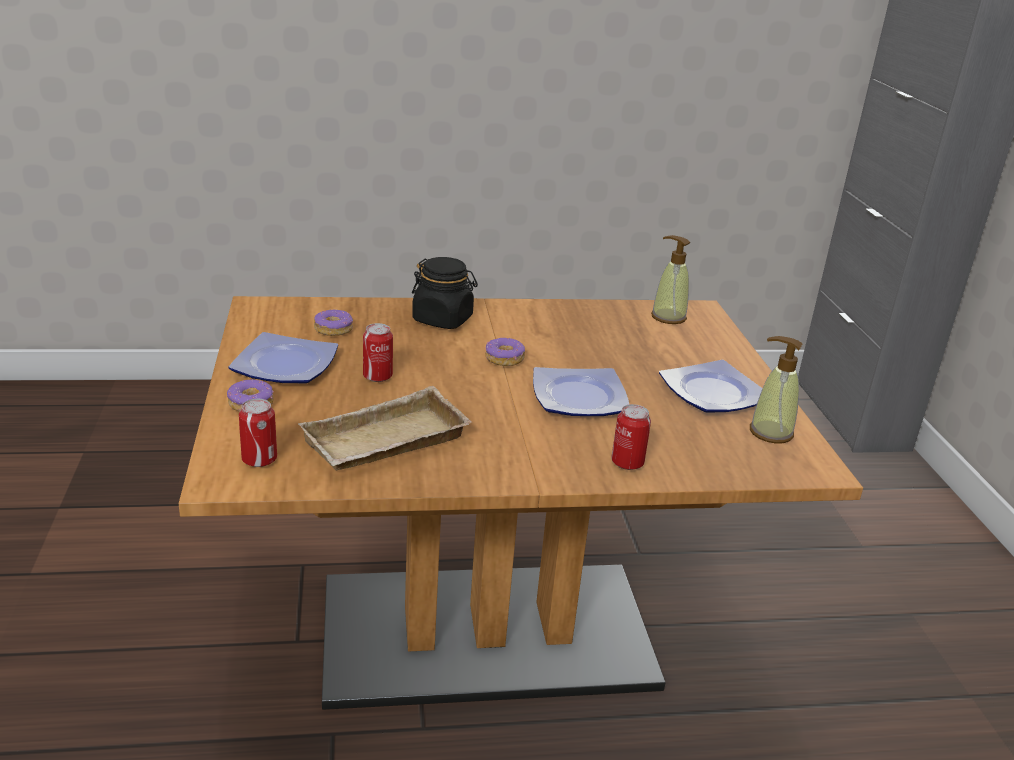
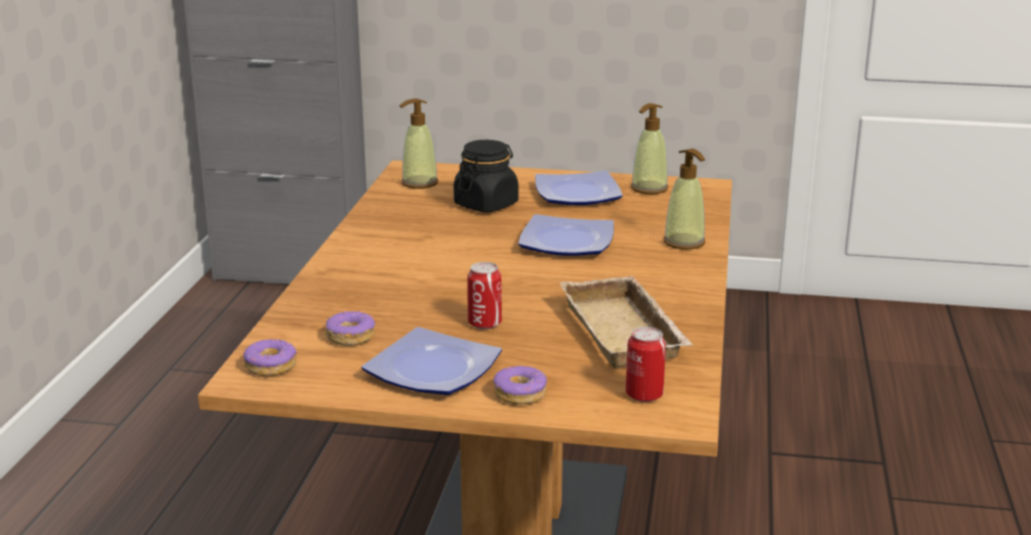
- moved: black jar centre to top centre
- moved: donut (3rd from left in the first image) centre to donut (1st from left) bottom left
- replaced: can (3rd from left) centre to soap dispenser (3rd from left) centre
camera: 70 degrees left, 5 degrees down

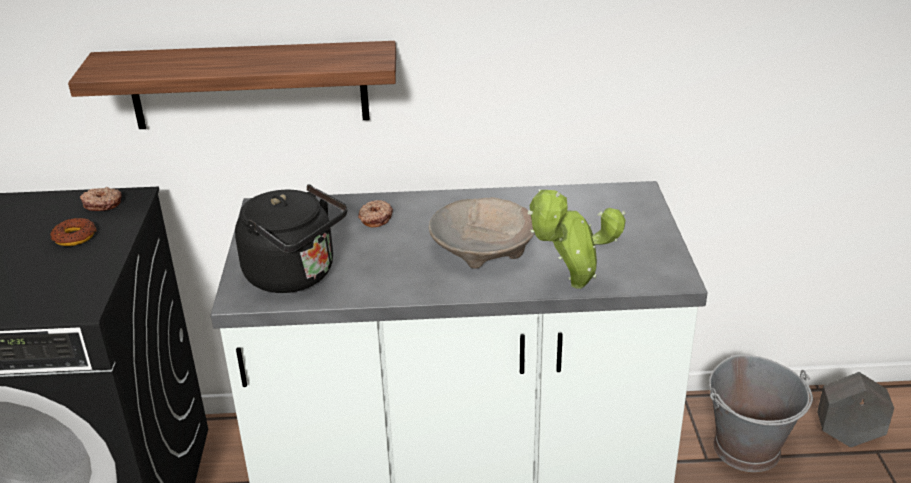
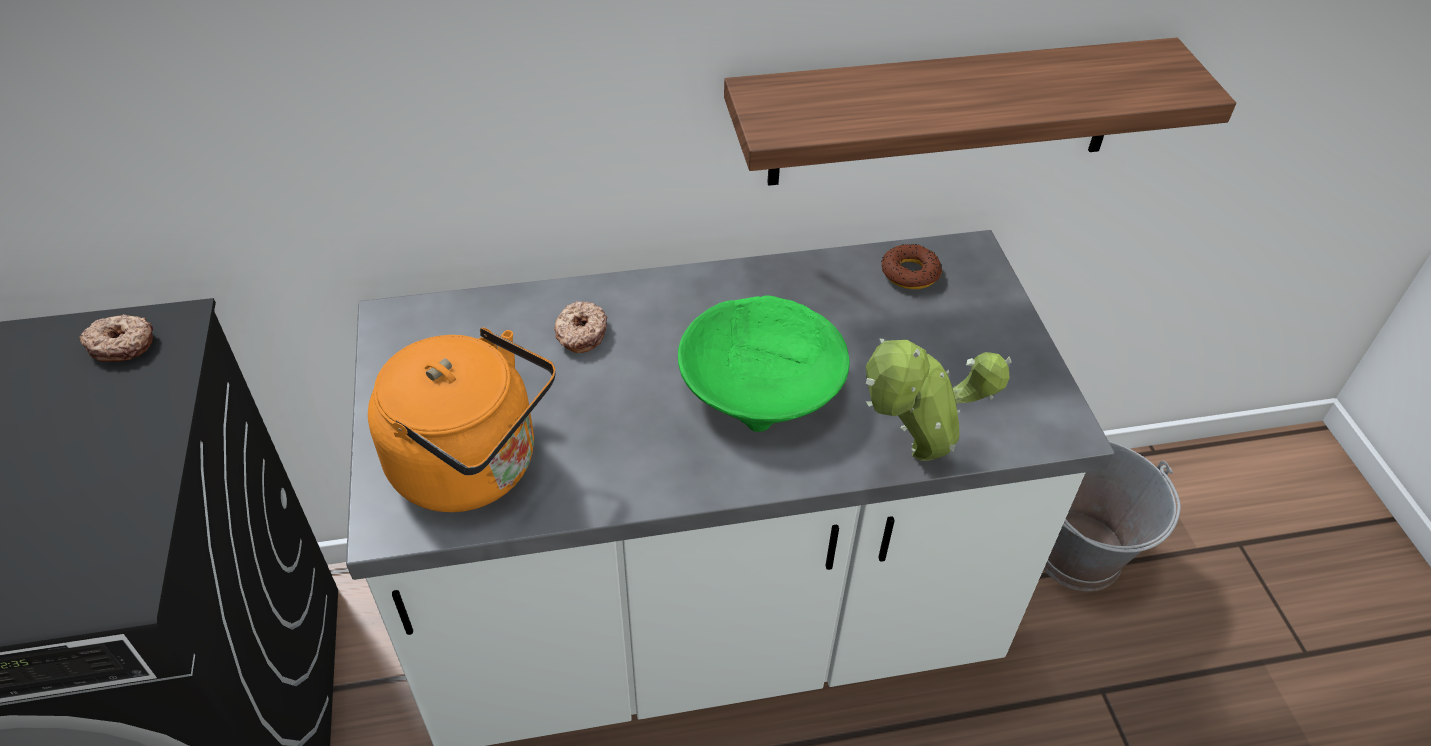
- moved: shelf top left to top right
- recoloured: black kettle middle left to orange kettle middle left
- recoloured: beige bowl centre to green bowl centre
- moved: donut (1st from left in the first image) middle left to donut (3rd from left) centre
- removed: grey planter bottom right
camera: 10 degrees left, 15 degrees up

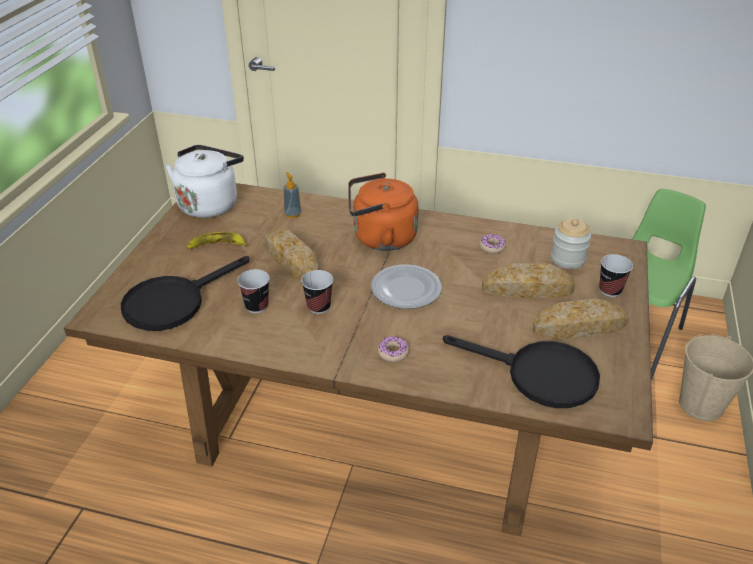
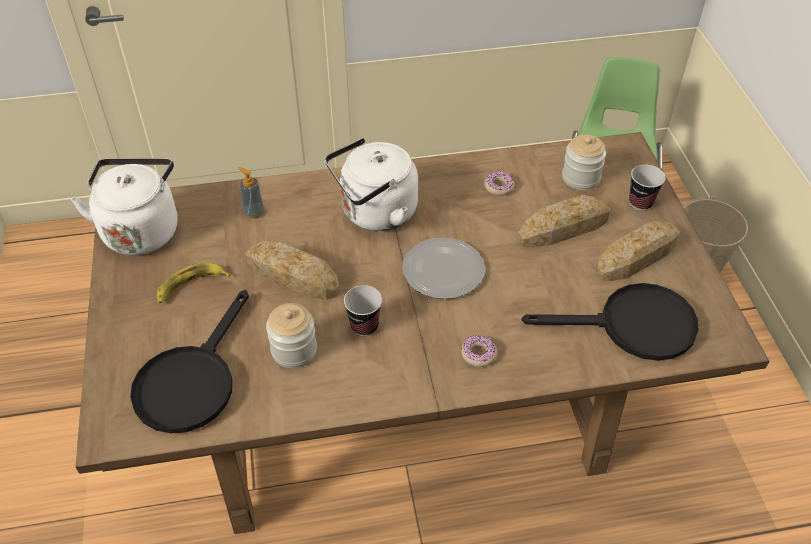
- recoloured: orange kettle centre to white kettle (2nd from left) centre
- replaced: cup (1st from left) centre to jar (1st from left) centre
camera: 25 degrees left, 10 degrees up

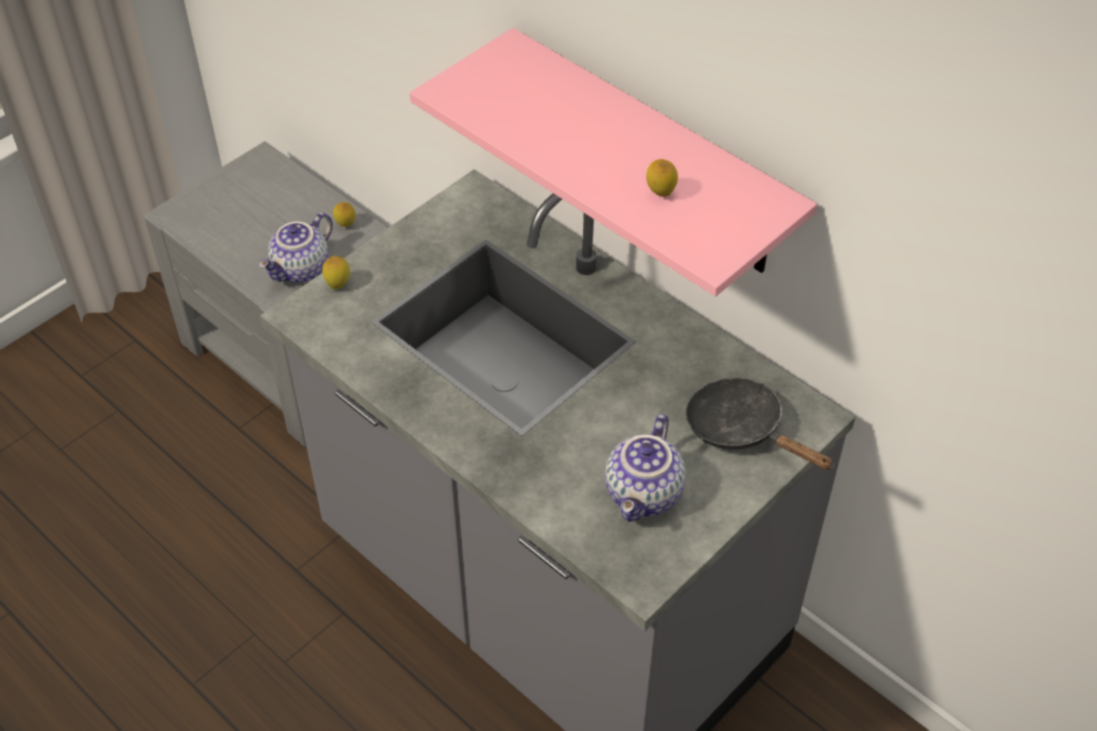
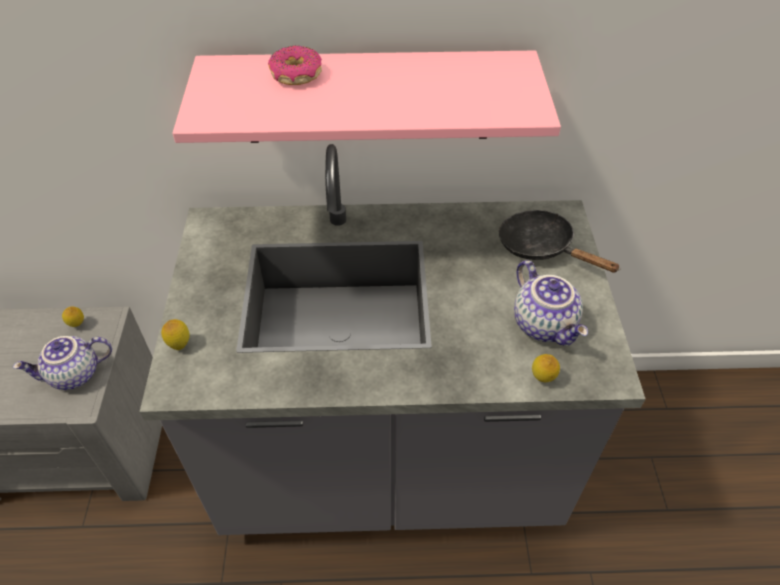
- moved: lemon (3rd from left) top centre to middle right
- turned: teapot (1st from left) middle left = middle left 75 degrees clockwise
- turned: black frying pan middle right = middle right 45 degrees clockwise
- added: donut top centre
camera: 45 degrees left, 0 degrees up

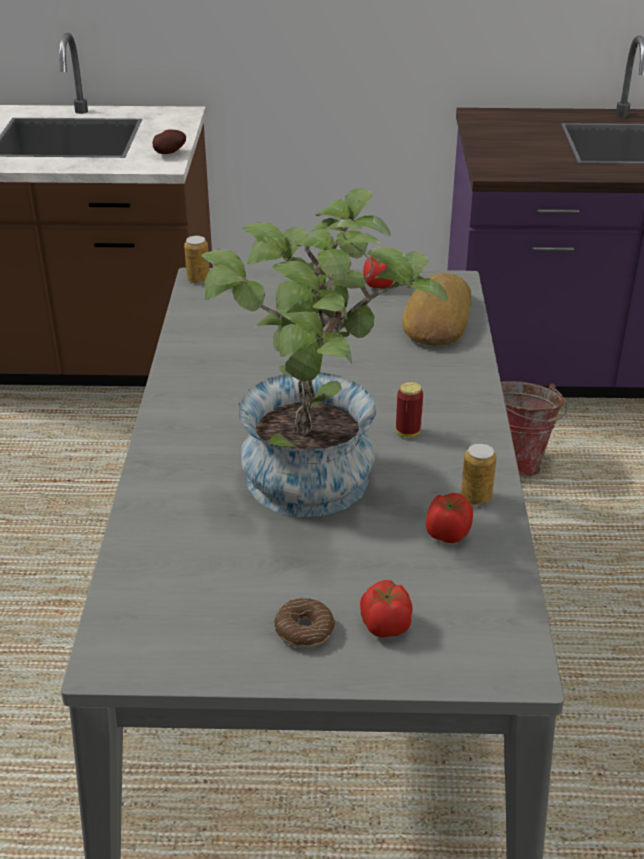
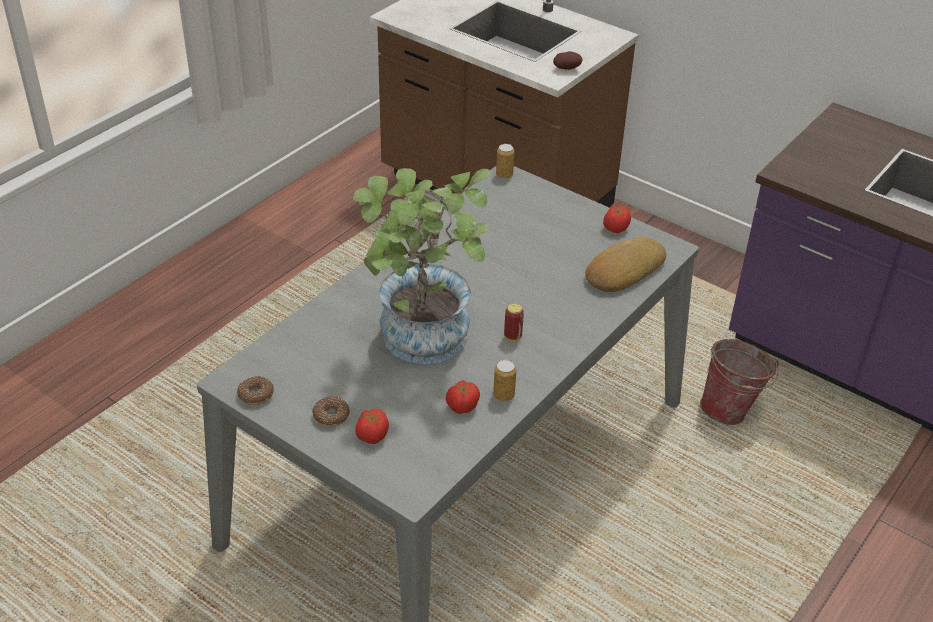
- added: donut (1st from left) middle left
camera: 35 degrees right, 5 degrees up

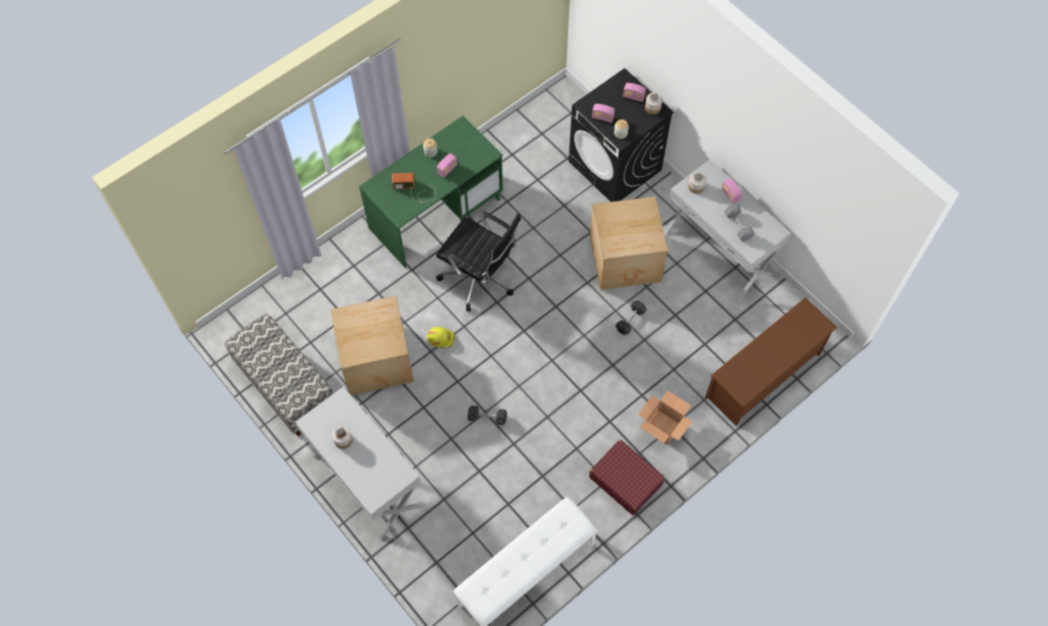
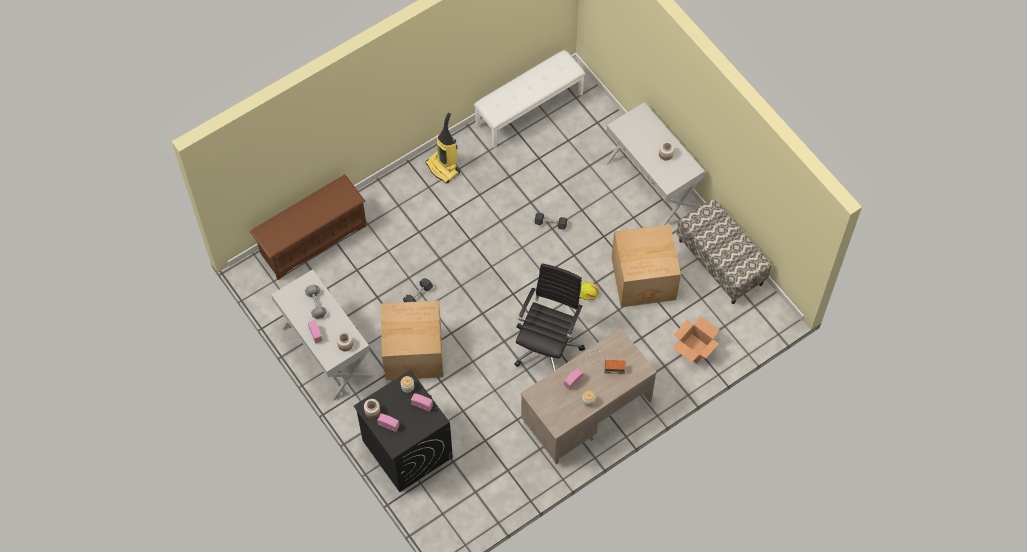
- recoloured: green desk top centre to beige desk bottom centre
- turned: black office chair centre = centre 75 degrees clockwise
- moved: cardboard box (3rd from left) centre to middle right
- replaced: red suitcase bottom centre to vacuum cleaner top centre
camera: 175 degrees left, 0 degrees up

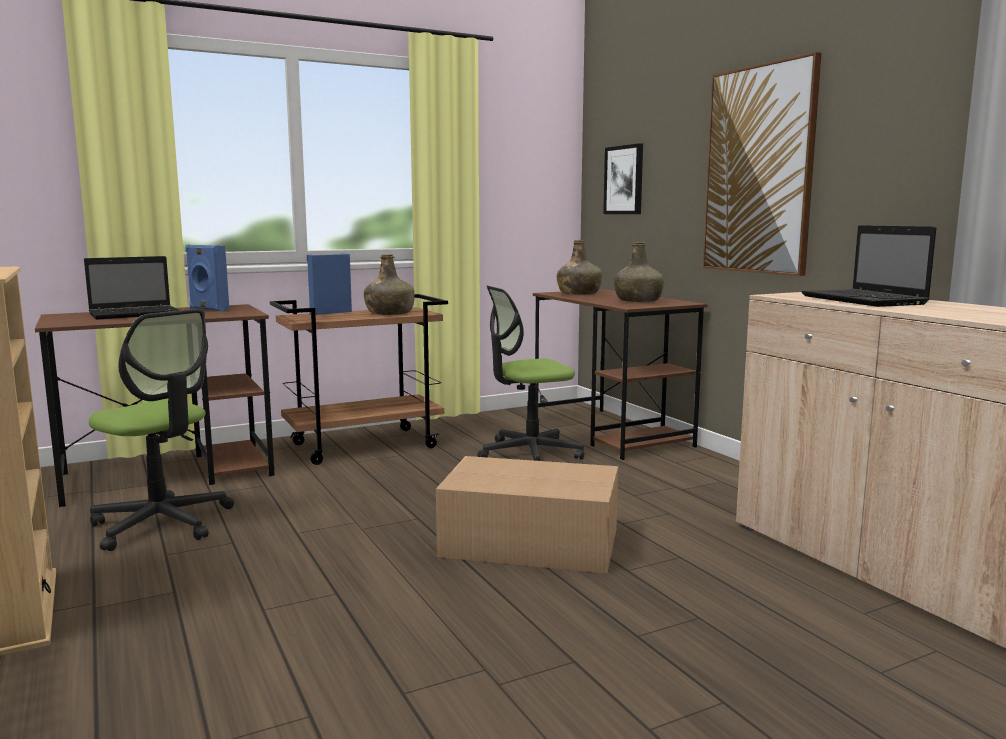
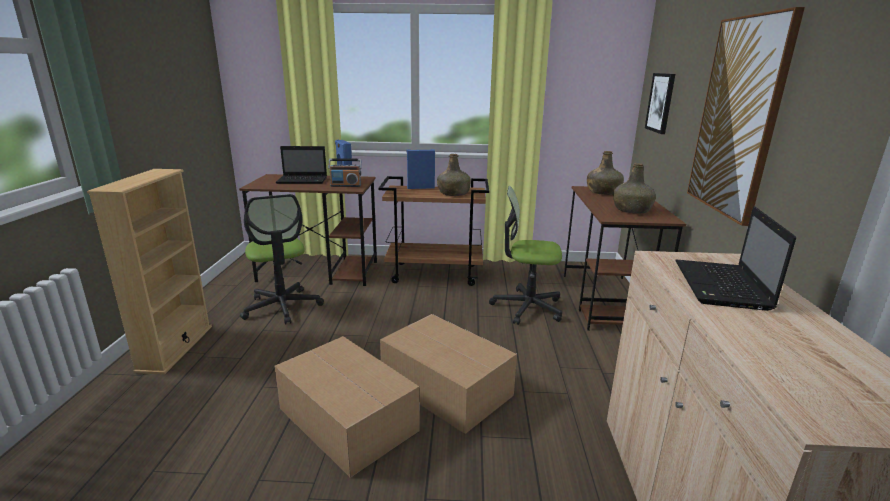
- added: radio centre
- added: cardboard box (1st from left) bottom centre
camera: 30 degrees right, 10 degrees up

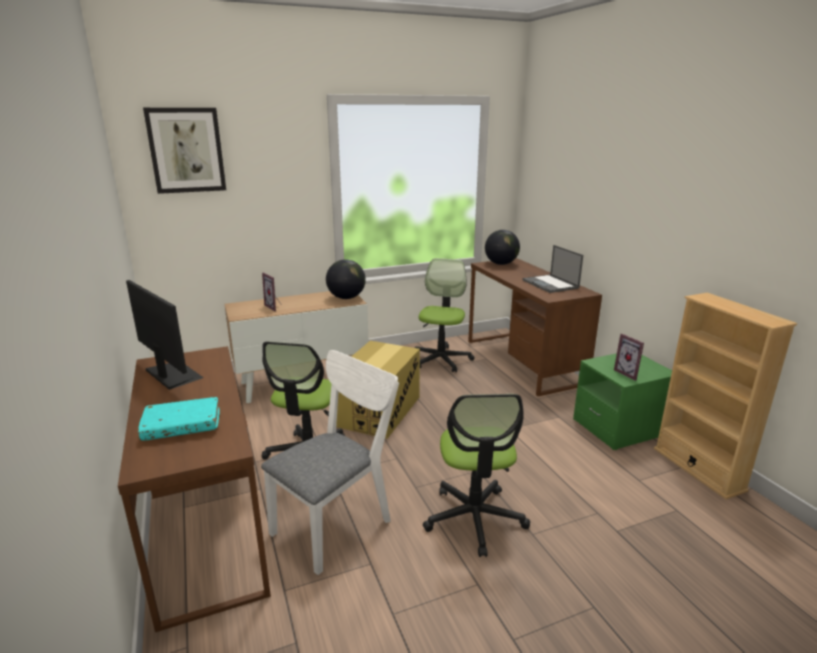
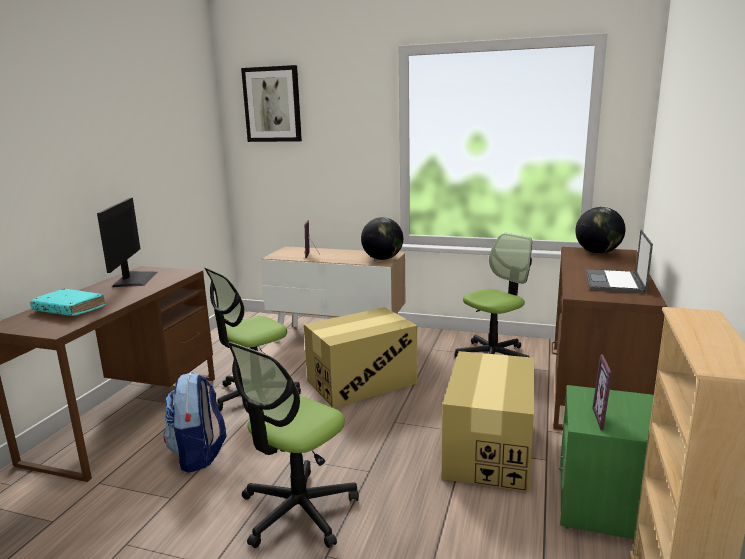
- replaced: white chair bottom centre to backpack bottom left
- added: cardboard box (2nd from left) bottom centre
camera: 40 degrees right, 5 degrees down

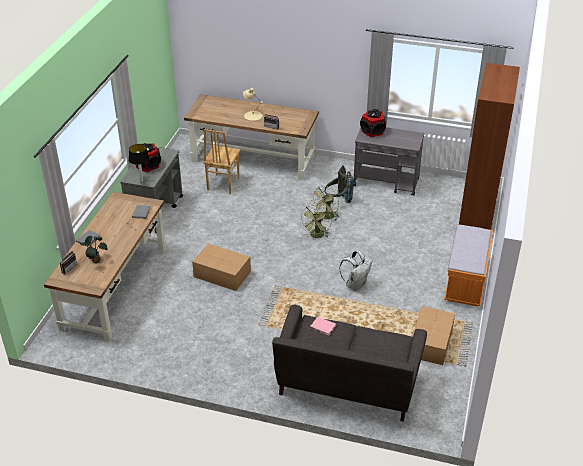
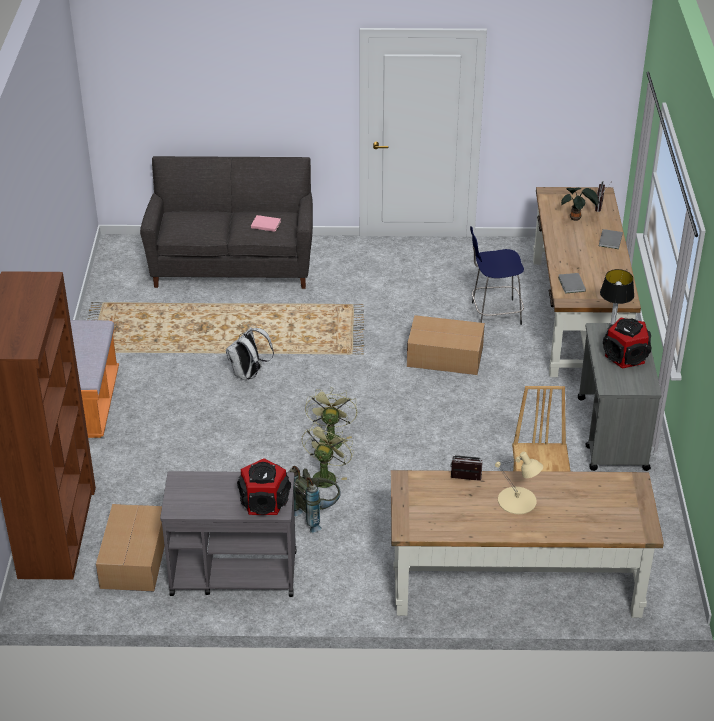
- moved: cardboard box (2nd from left in the first image) bottom right to cardboard box (1st from left) bottom left
- added: blue stool middle right
camera: 165 degrees right, 0 degrees up

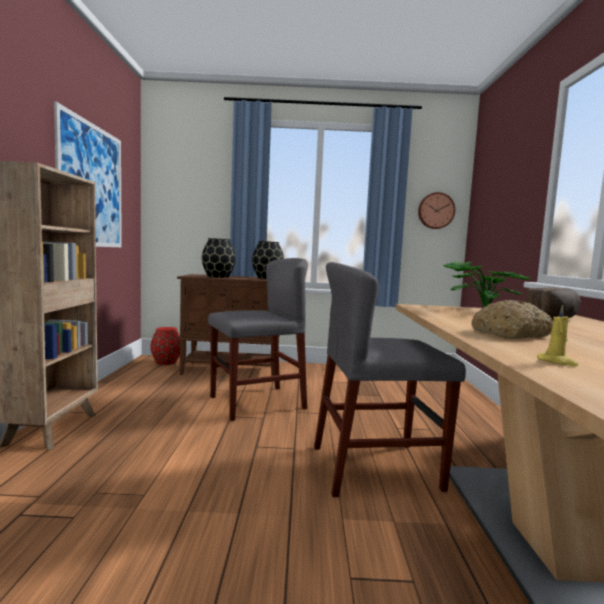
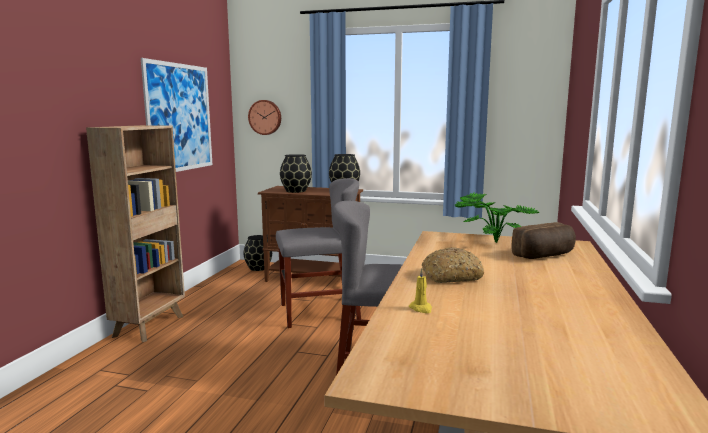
- moved: wall clock middle right to top centre
- recoloured: red vase middle left to black vase (1st from left) centre
camera: 15 degrees right, 5 degrees up

